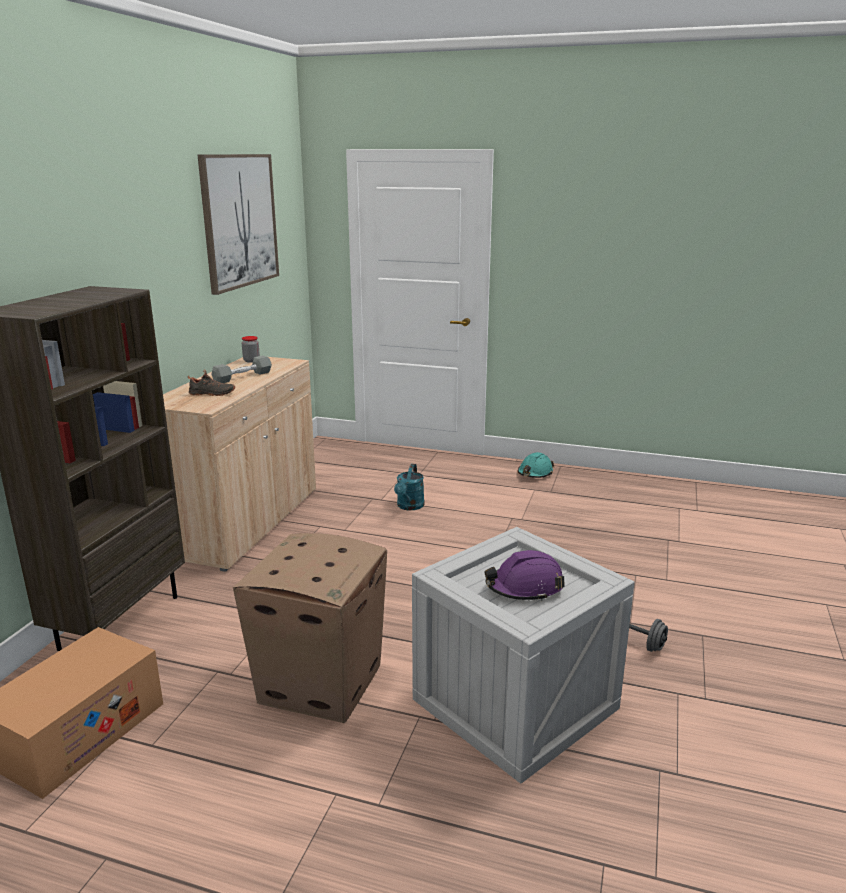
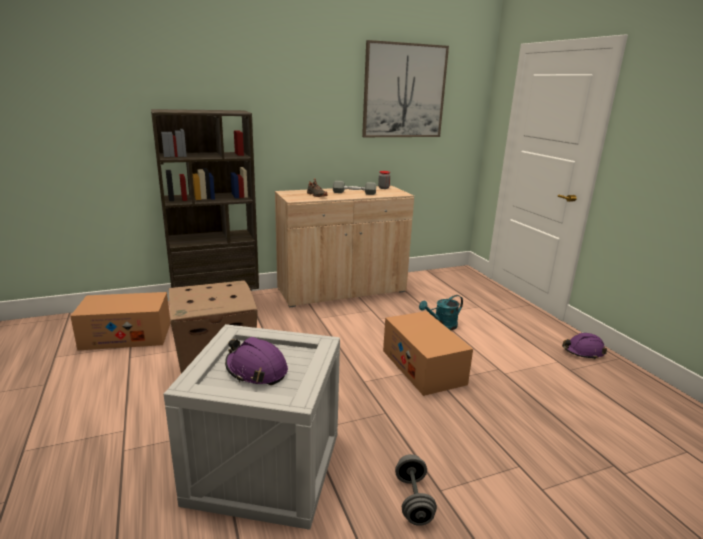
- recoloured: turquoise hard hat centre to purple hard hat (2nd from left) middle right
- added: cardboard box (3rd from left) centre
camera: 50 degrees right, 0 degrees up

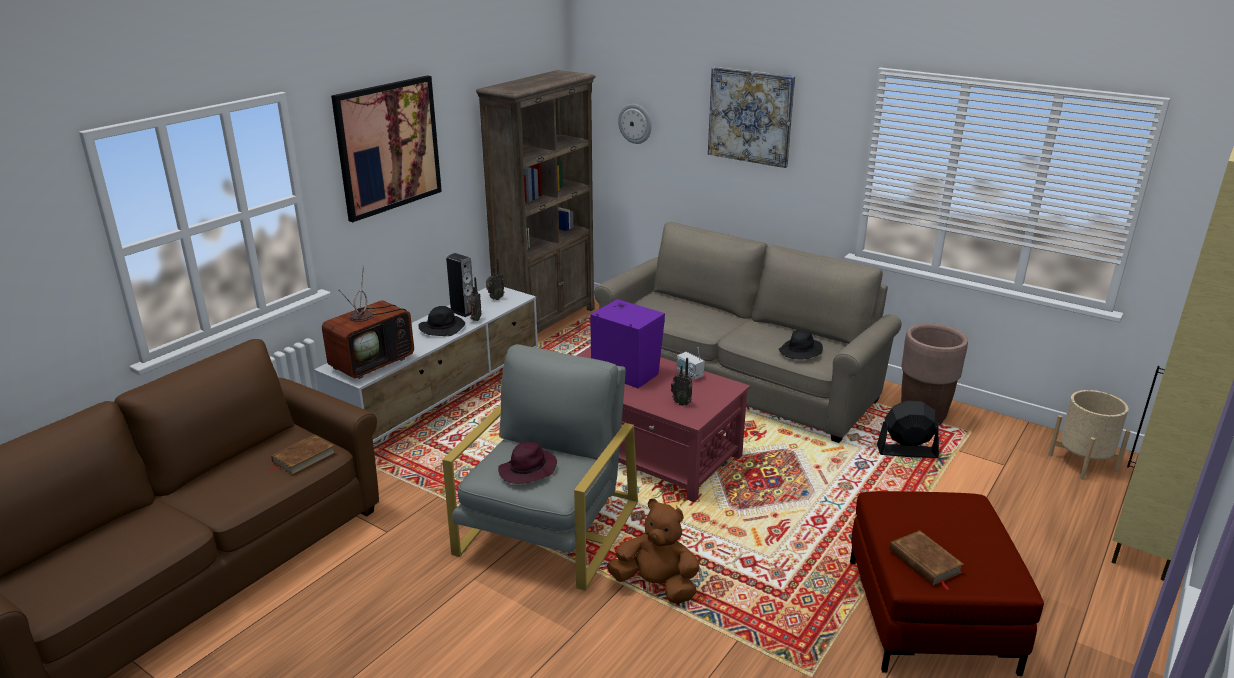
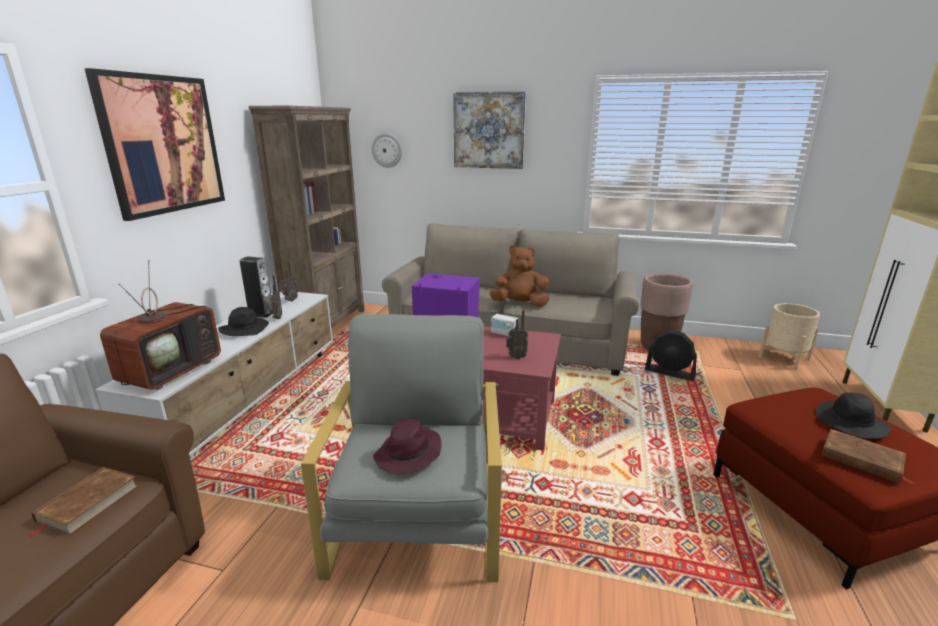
- moved: black hat (2nd from left) centre to middle right
- turned: black fan middle right = middle right 135 degrees counterclockwise
- moved: brown plush toy bottom centre to centre
camera: 20 degrees left, 5 degrees down

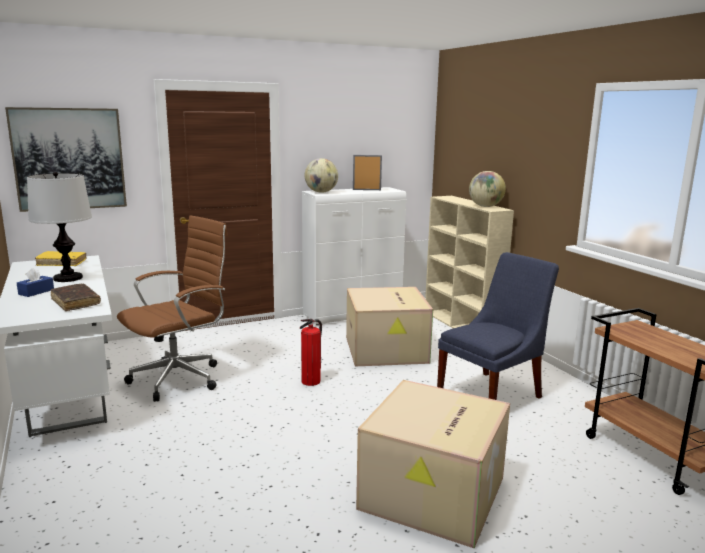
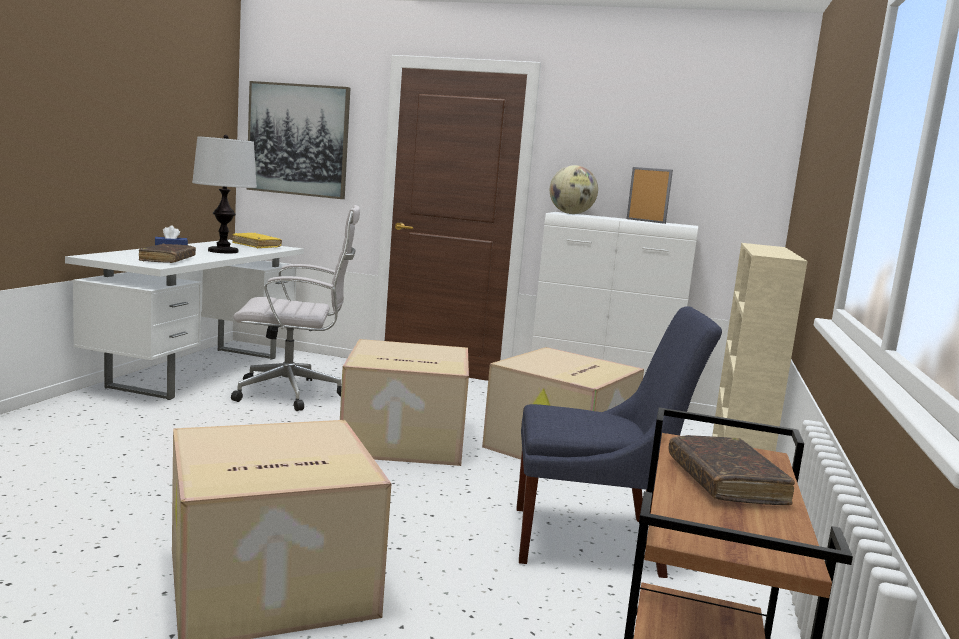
- removed: globe (2nd from left) middle right
- recoloured: brown office chair middle left to white office chair middle left
- replaced: fire extinguisher centre to cardboard box (2nd from left) centre
- added: brown book (2nd from left) bottom right
camera: 40 degrees right, 5 degrees down

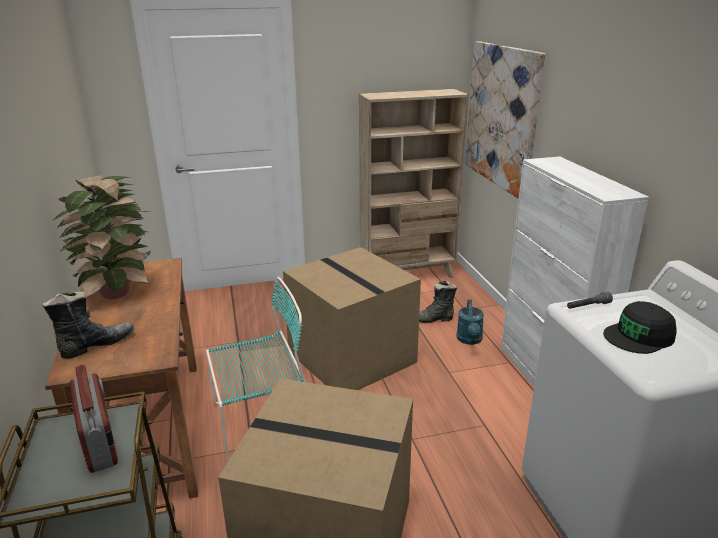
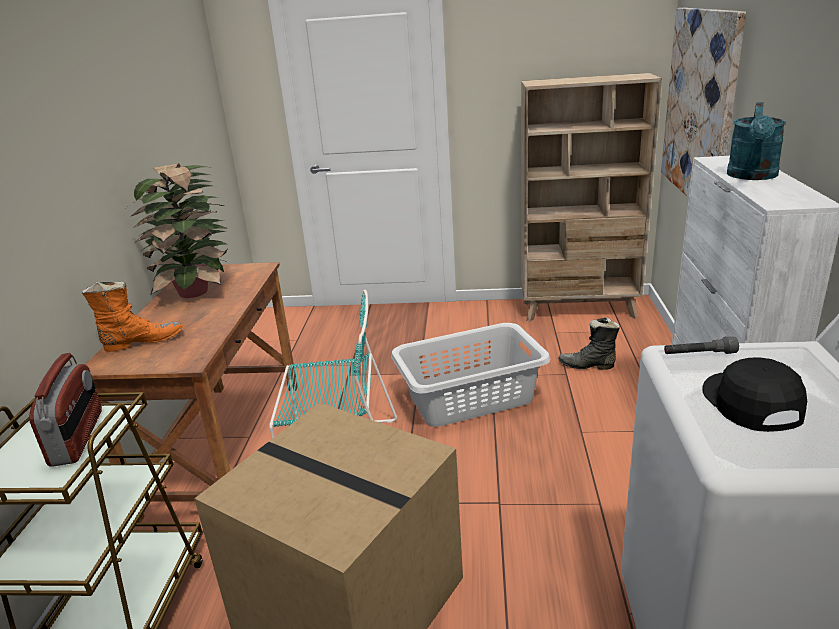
- replaced: cardboard box (2nd from left) centre to grey laundry basket centre
- recoloured: black boot (1st from left) middle left to orange boot middle left
- moved: turquoise watering can centre to top right
- turned: black cap middle right = middle right 90 degrees clockwise
camera: 20 degrees right, 0 degrees up

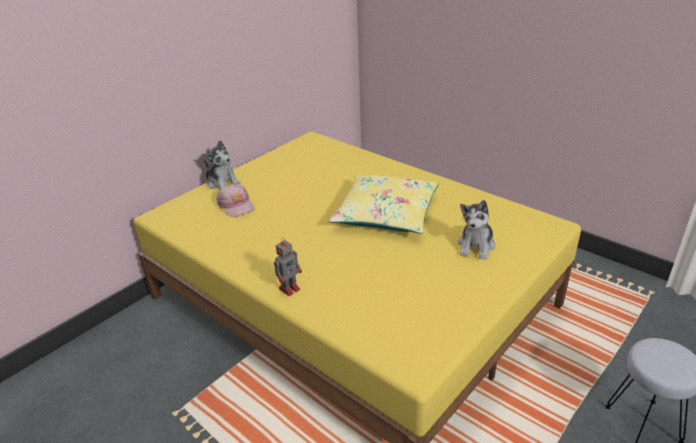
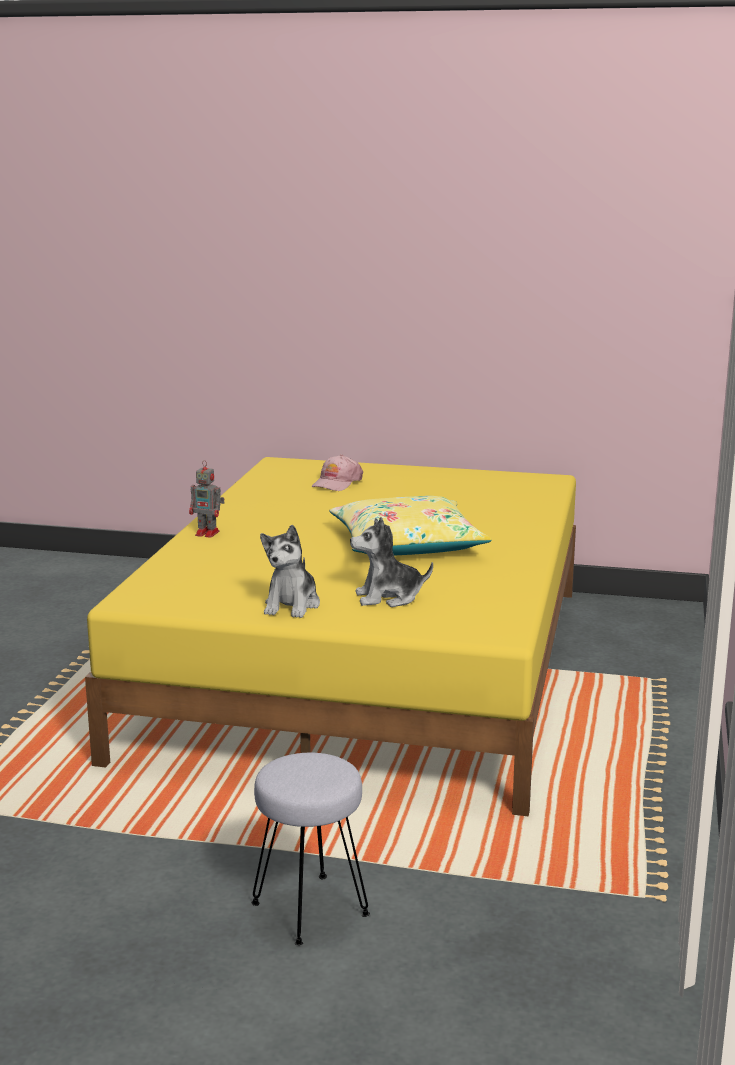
- moved: plush toy (1st from left) middle left to centre
camera: 60 degrees right, 15 degrees down

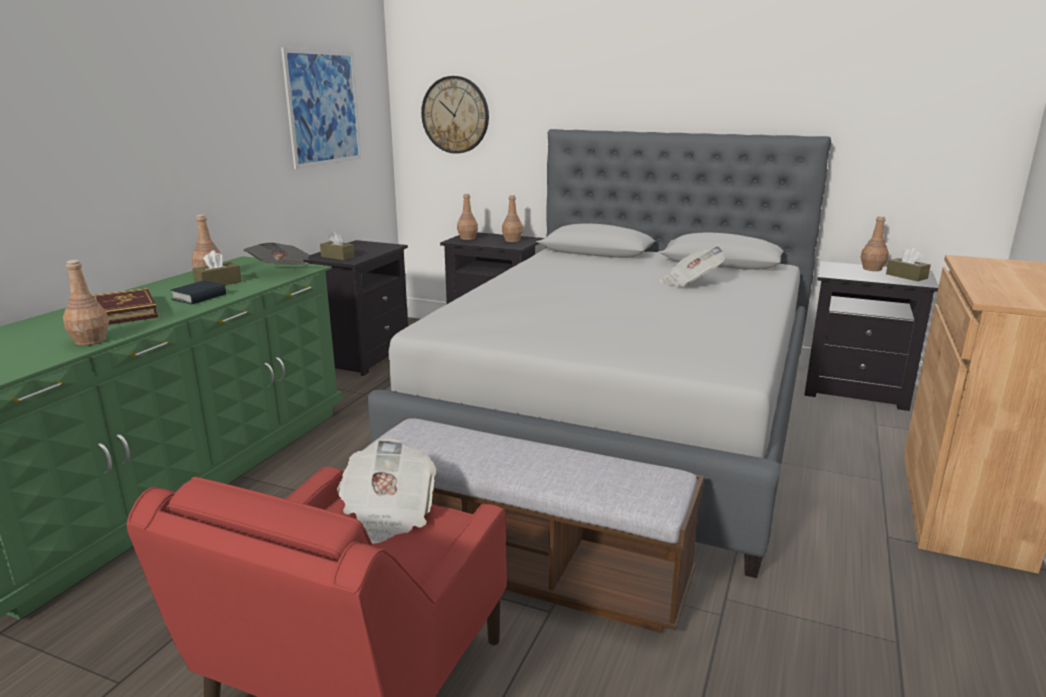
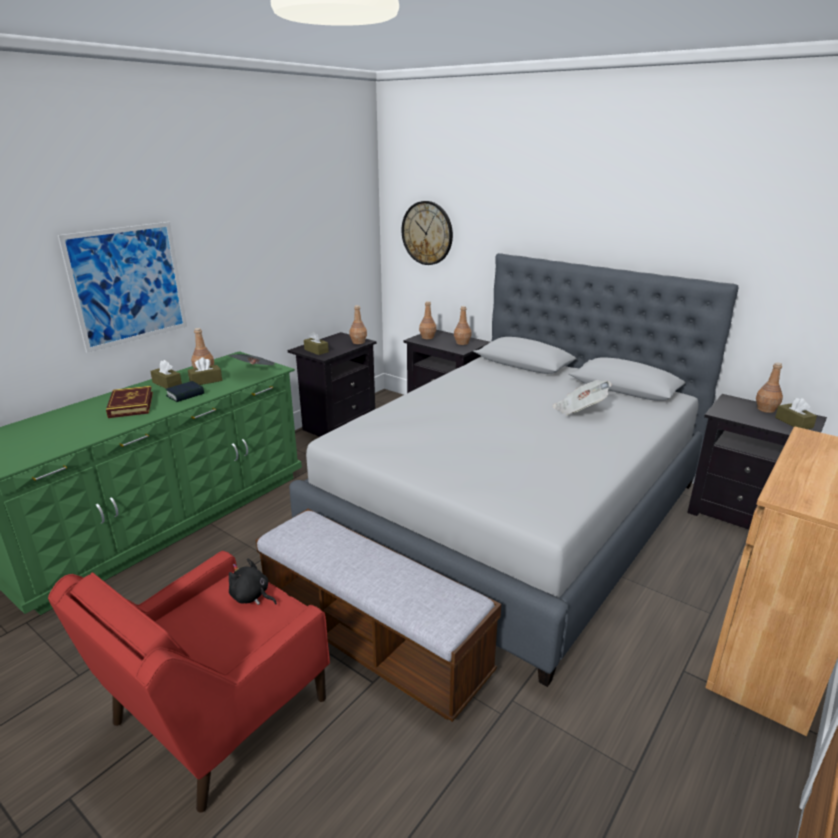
- moved: picture top left to middle left
- moved: brown bottle (1st from left in the first image) middle left to brown bottle (2nd from left) centre
- replaced: newspaper (2nd from left) bottom centre to black plush toy bottom left
- added: brown tissue box (1st from left) middle left
camera: 15 degrees right, 5 degrees up

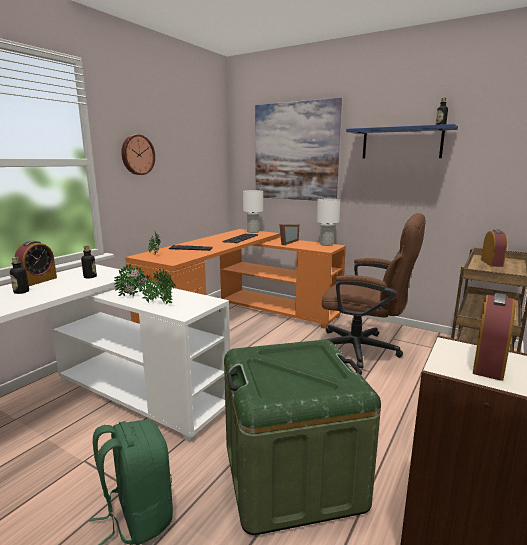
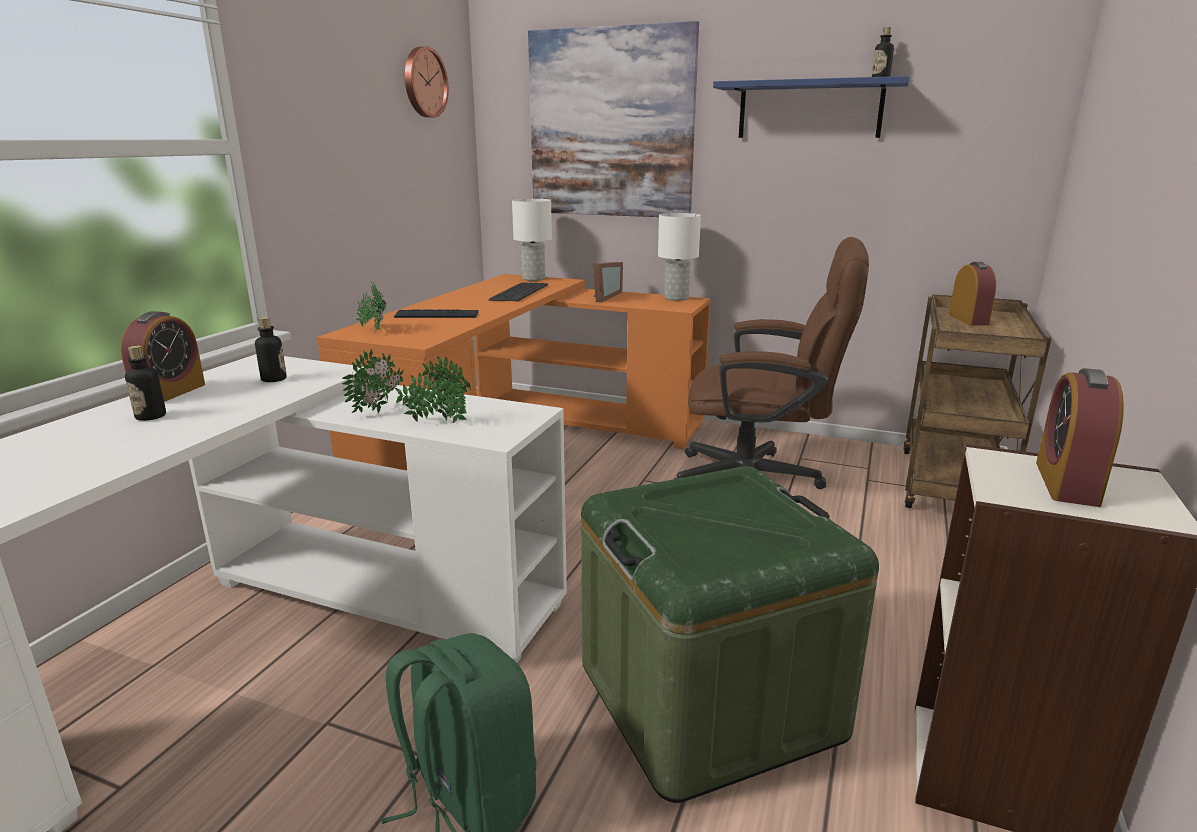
- moved: wall clock top left to top centre
camera: 10 degrees left, 5 degrees up

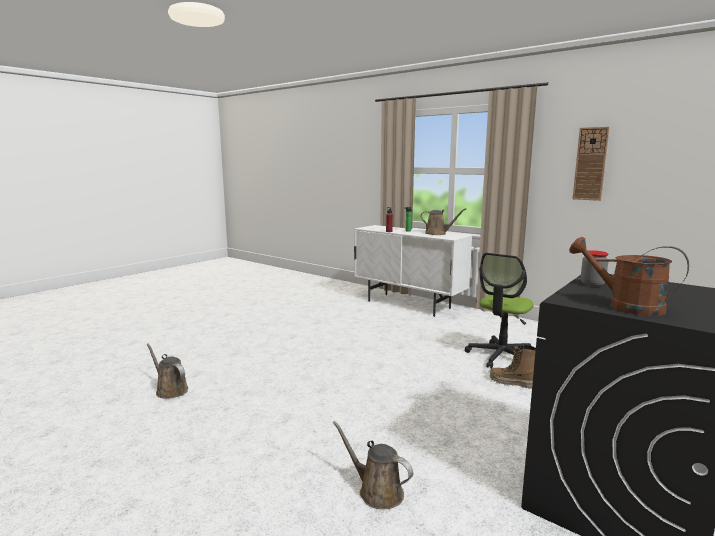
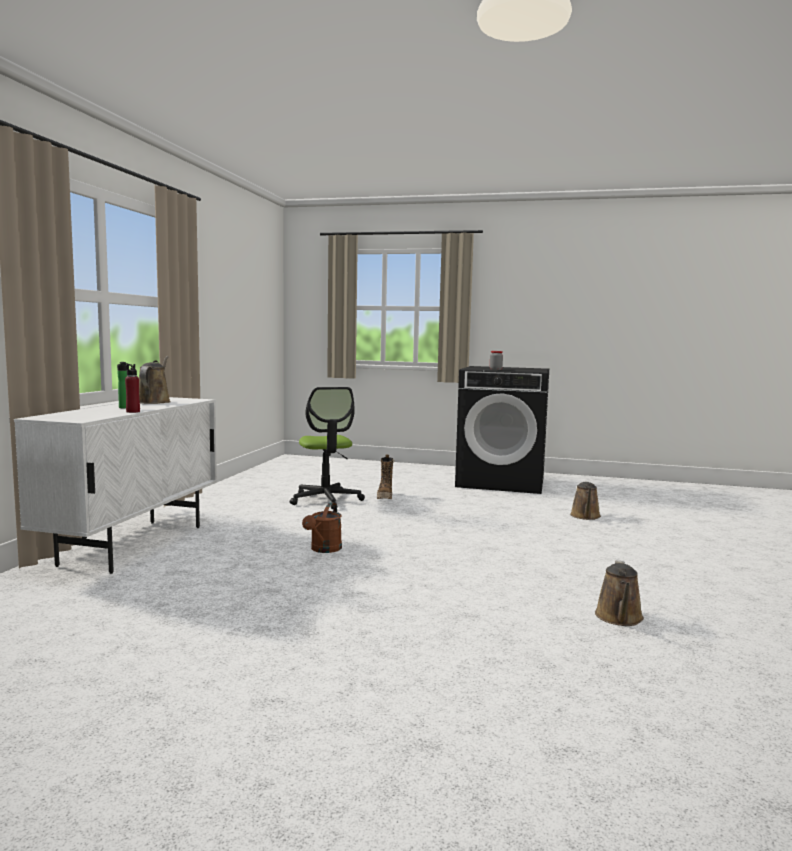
- removed: wall clock top right
- moved: brown watering can (4th from left in the first image) middle right to brown watering can (2nd from left) centre
- turned: office chair middle right = centre 60 degrees clockwise
camera: 115 degrees left, 5 degrees down

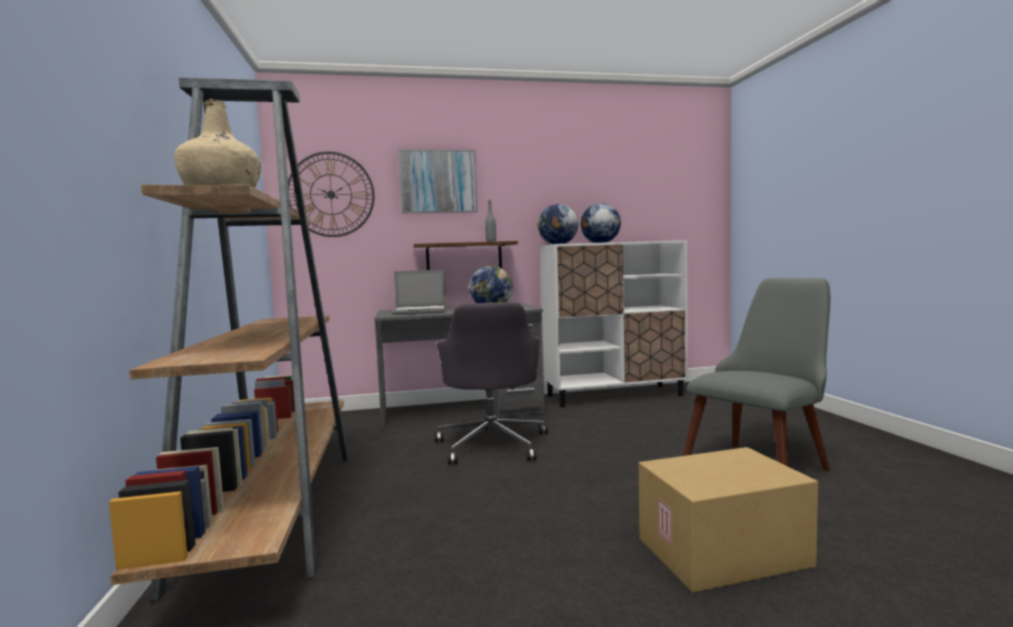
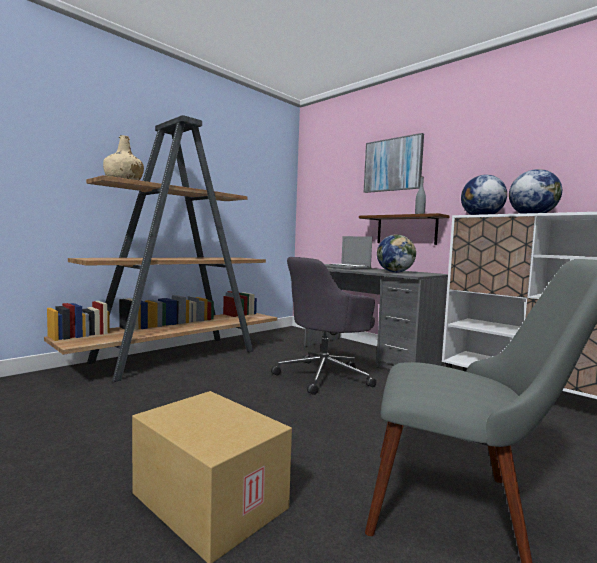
- removed: wall clock top left
camera: 55 degrees right, 0 degrees up

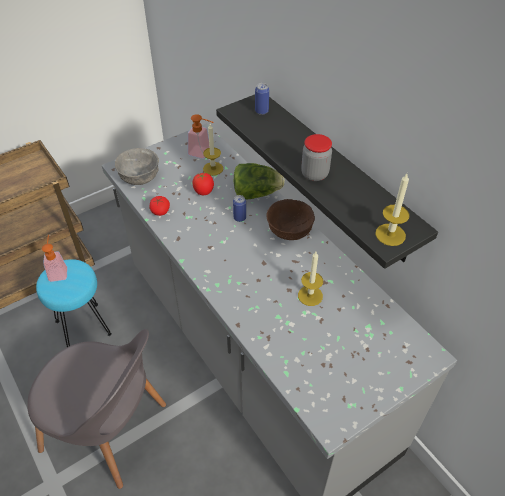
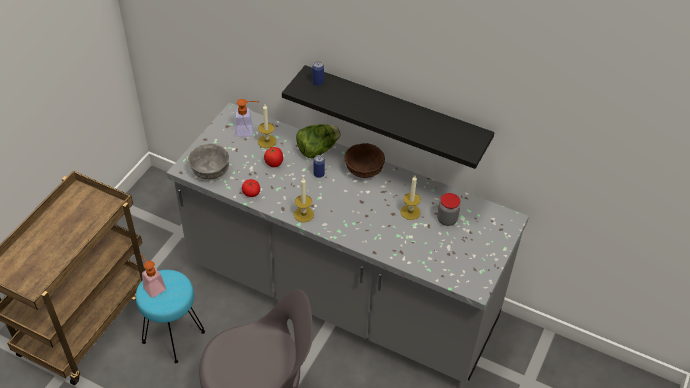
- moved: jar top centre to centre
- moved: candle (3rd from left in the first image) middle right to candle (2nd from left) centre
camera: 30 degrees left, 0 degrees up

